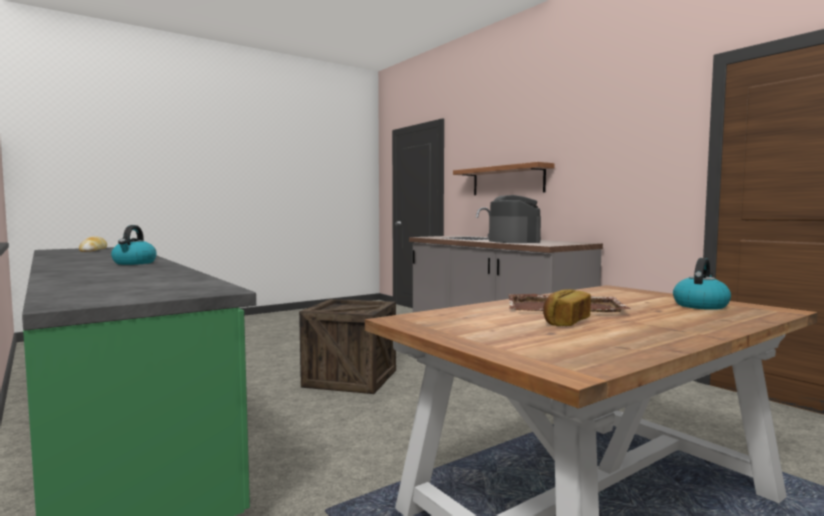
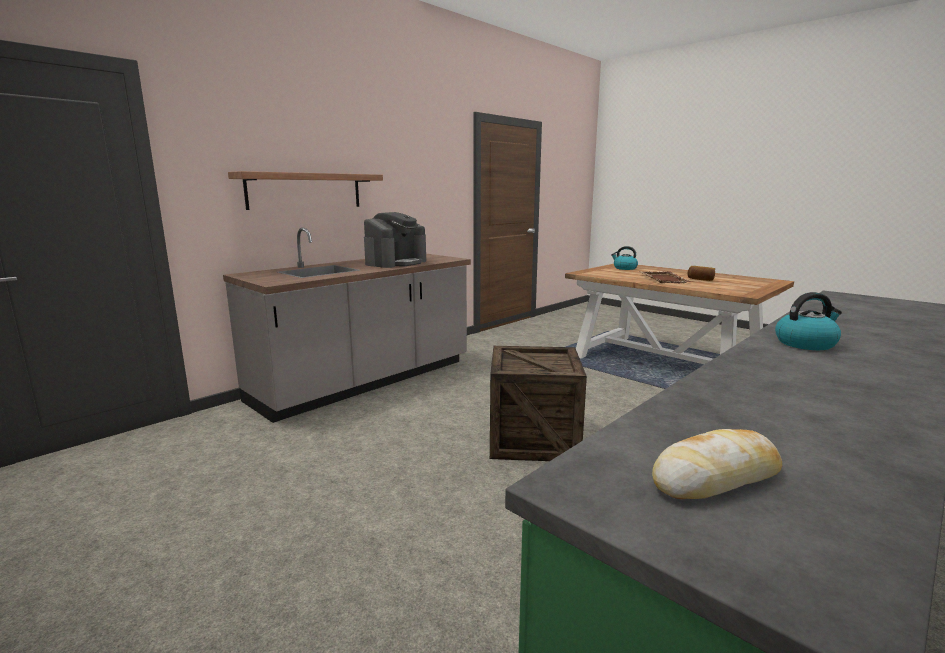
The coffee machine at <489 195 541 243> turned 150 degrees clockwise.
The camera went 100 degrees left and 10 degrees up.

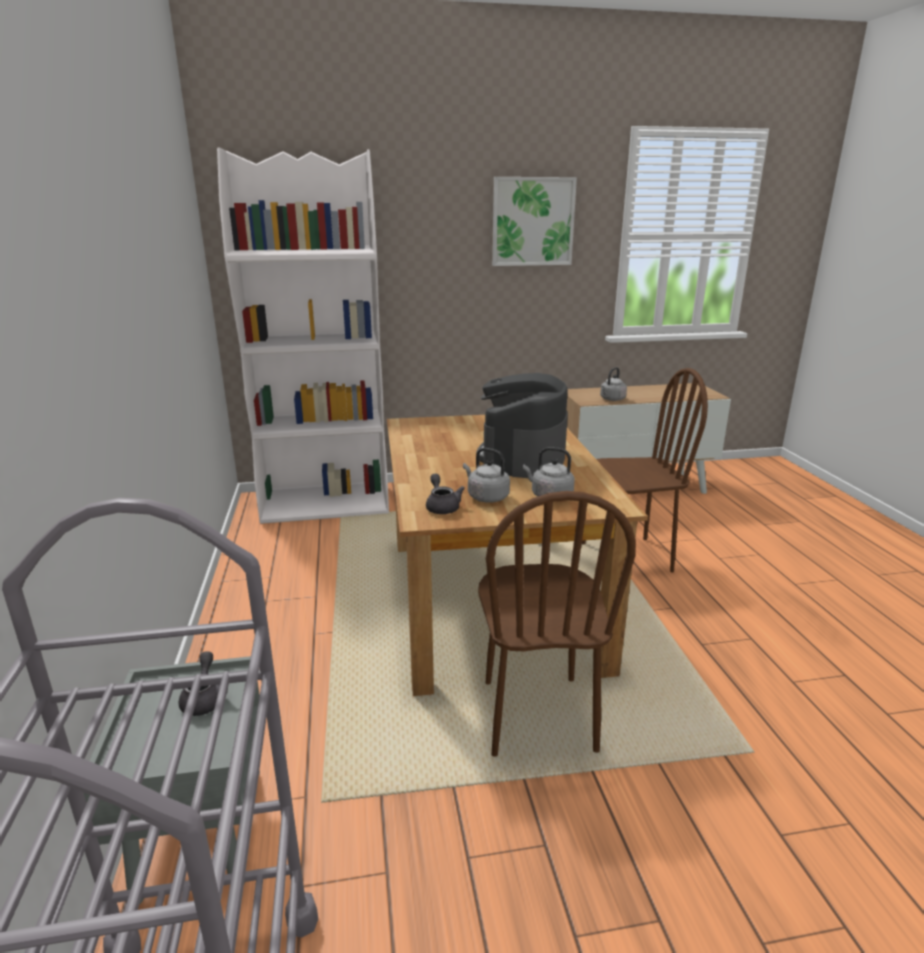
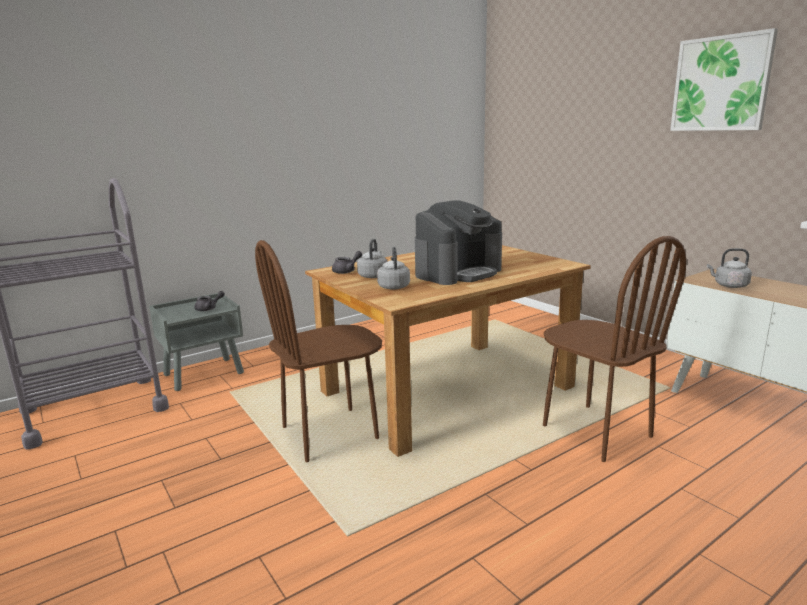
The white bookcase at <217 147 389 524> disappeared.
The coffee machine at <476 373 568 478> turned 150 degrees clockwise.
The camera went 65 degrees right and 5 degrees down.

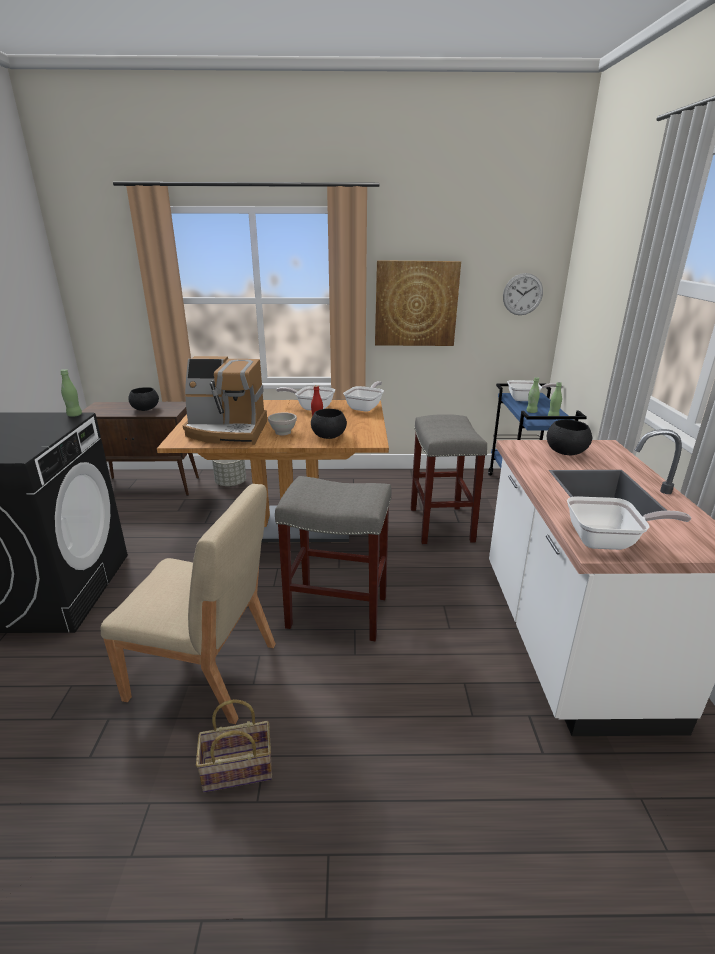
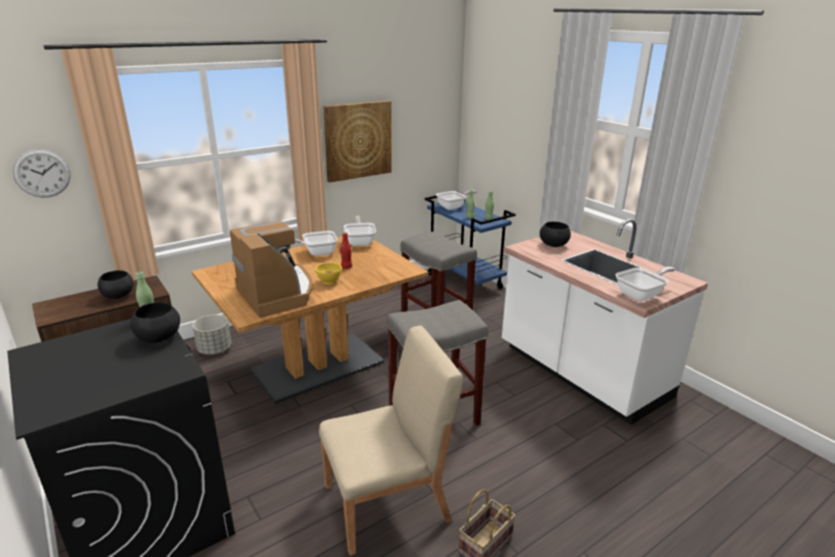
The wall clock moved from <503 273 543 315> to <13 149 71 197>.
The coffee machine at <183 356 267 445> turned 90 degrees counterclockwise.
The black bowl moved from <311 408 347 439> to <130 302 180 343>.
The white bowl at <268 412 297 435> became the yellow bowl at <315 262 342 285>.
The camera went 35 degrees left and 0 degrees up.

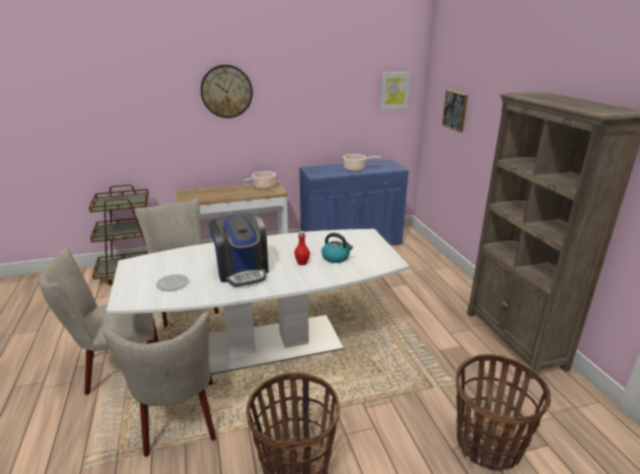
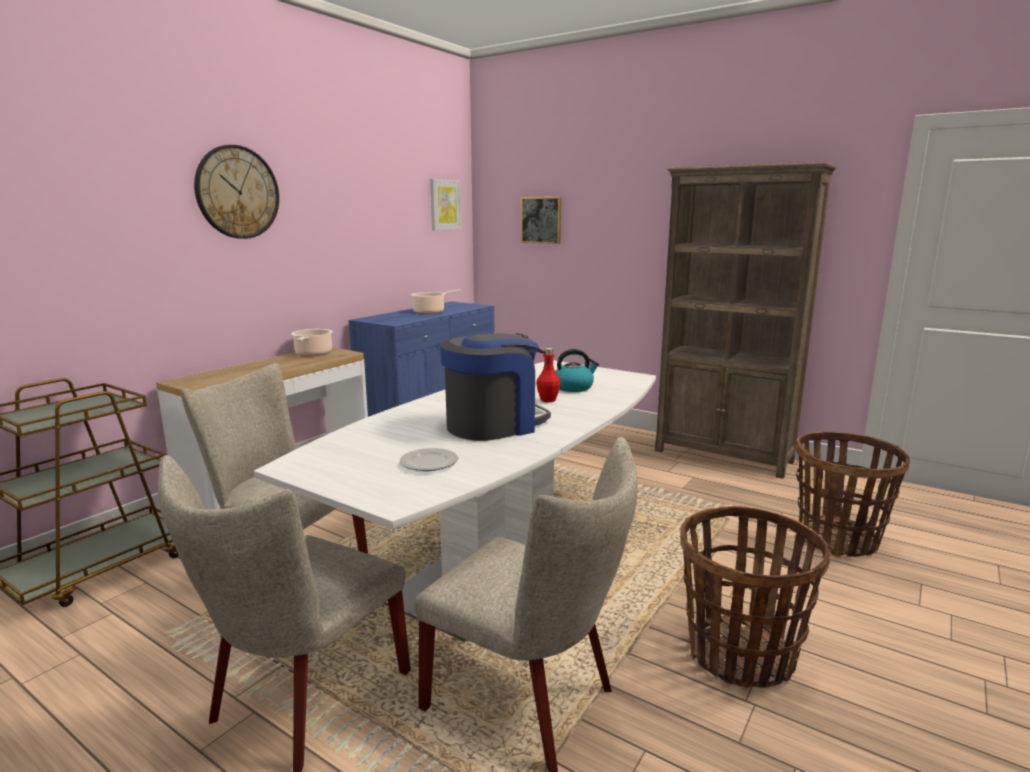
The coffee machine at <209 213 269 287> turned 60 degrees counterclockwise.
The camera went 40 degrees left and 10 degrees down.

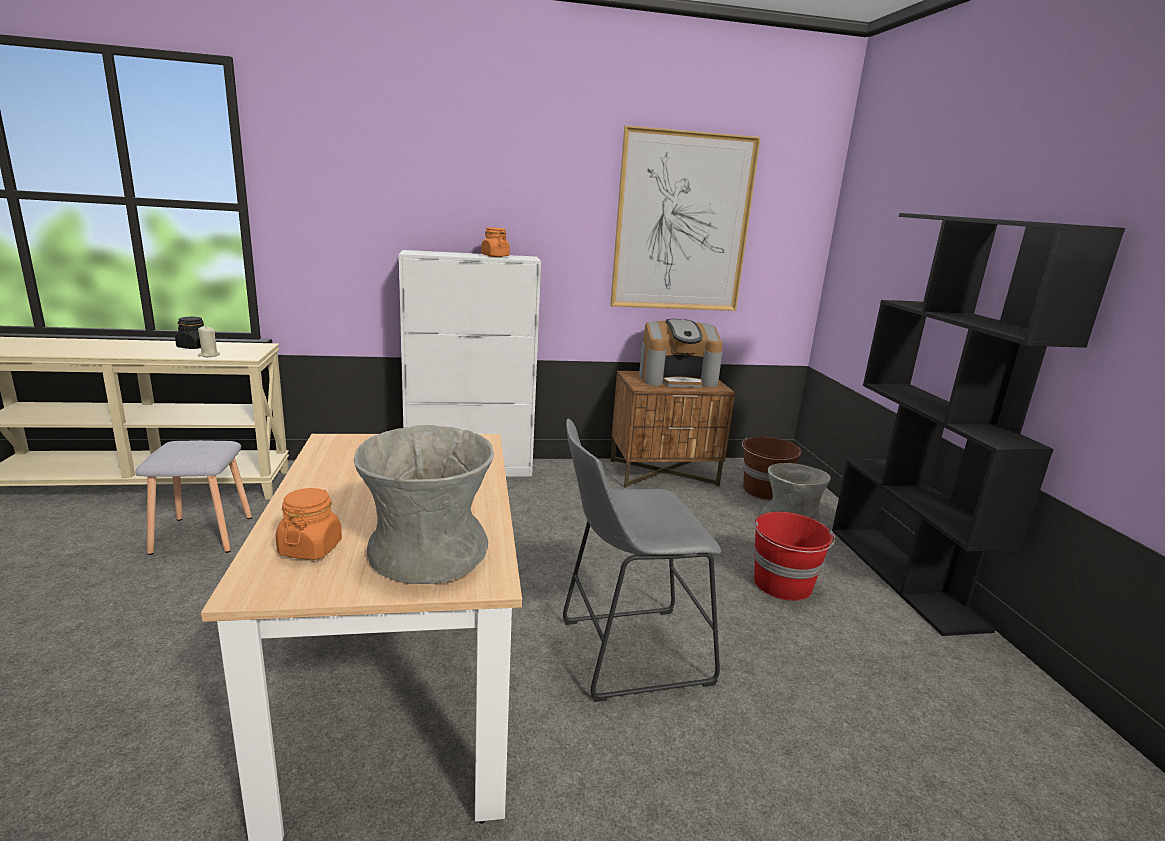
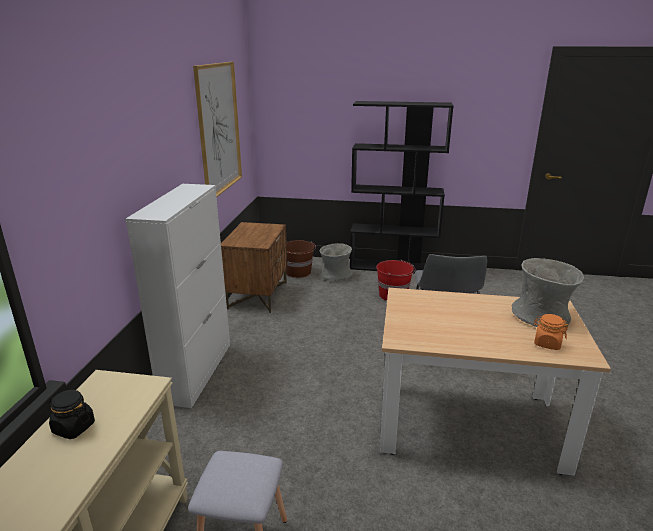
The orange jar at <481 227 510 257> disappeared.
The coffee machine at <639 319 723 388> disappeared.
The beige candle at <198 326 220 357> disappeared.
The camera went 70 degrees left and 5 degrees up.

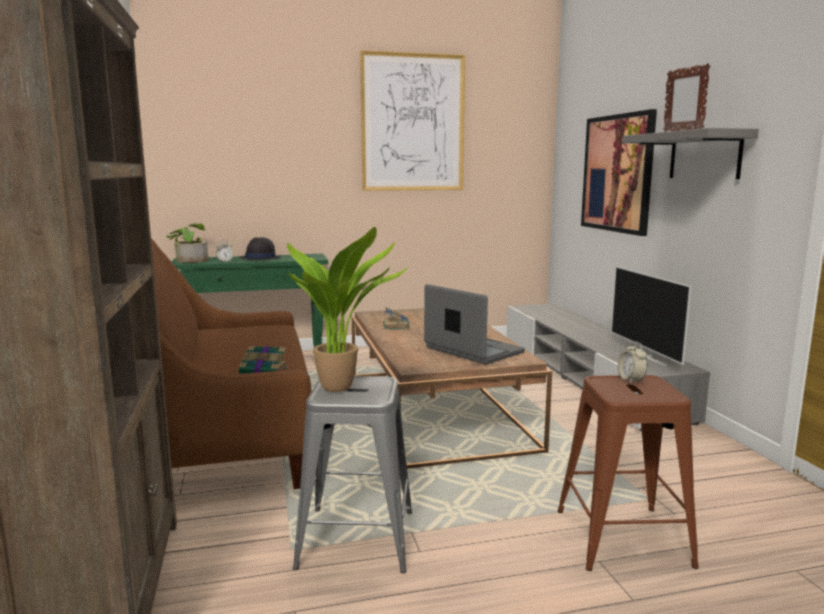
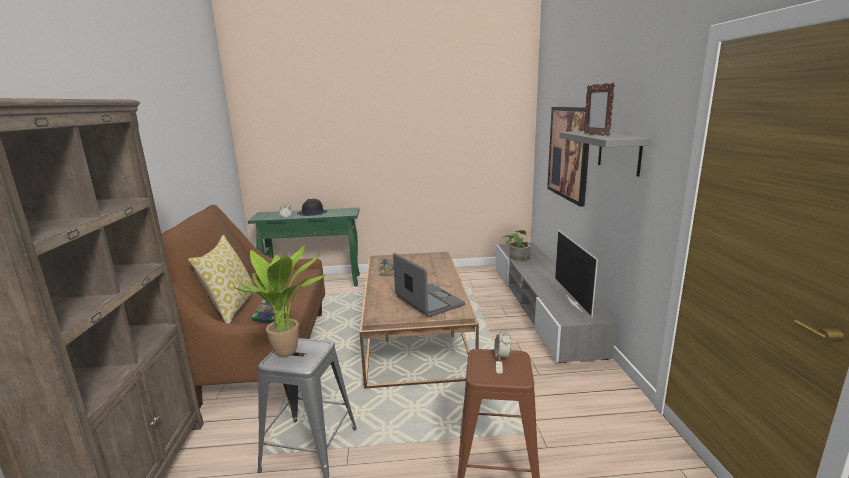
The picture at <360 50 465 191> disappeared.
The potted plant moved from <166 224 208 263> to <503 230 531 261>.
The pillow at <188 235 256 324> appeared.
The camera went 10 degrees right and 5 degrees up.

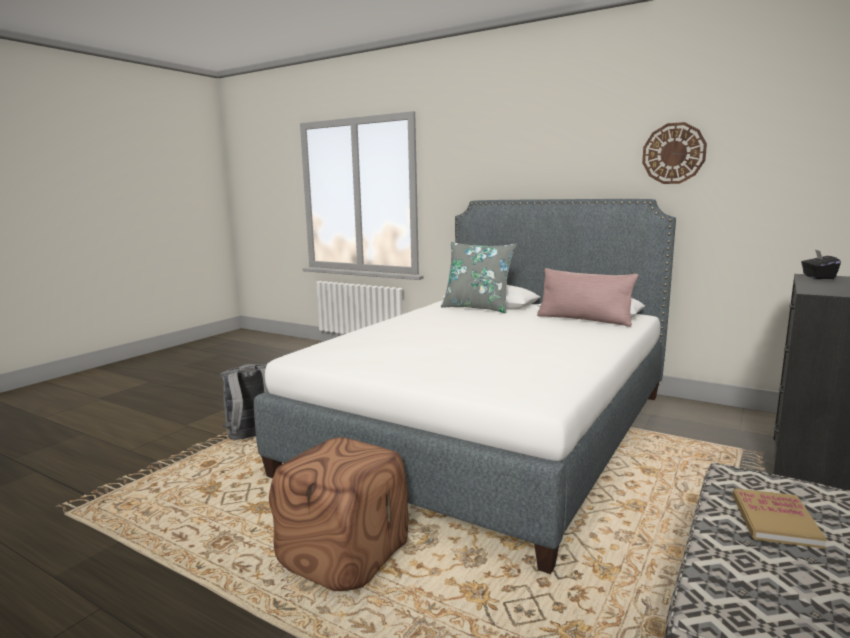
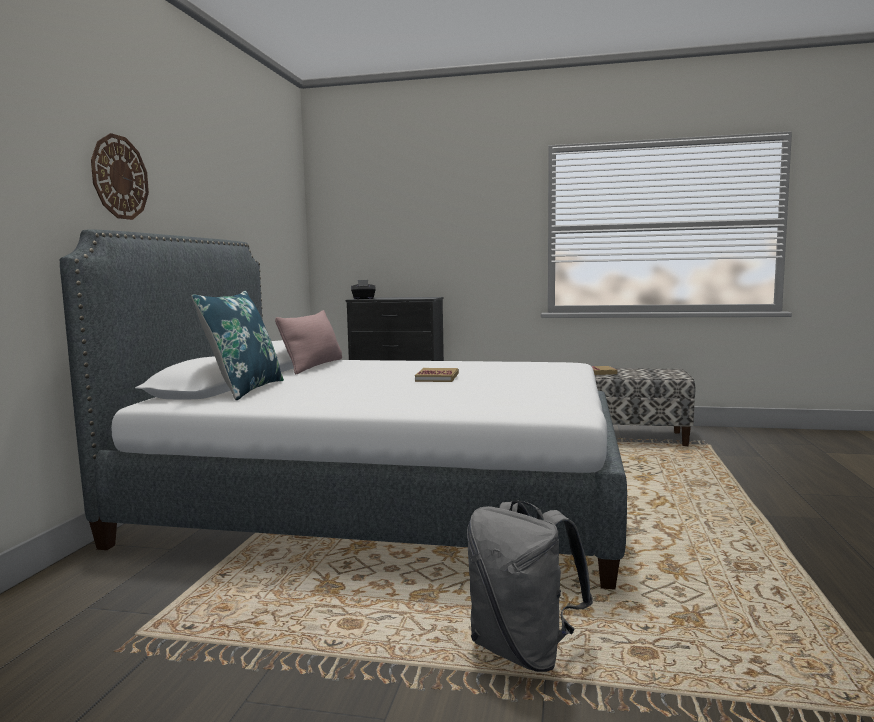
The wall clock moved from <642 122 707 184> to <91 133 149 220>.
The grey pillow at <441 242 517 313> became the blue pillow at <191 291 284 401>.
The brown ottoman at <269 437 408 591> disappeared.
The book at <415 368 459 382> appeared.
The camera went 110 degrees left and 5 degrees down.

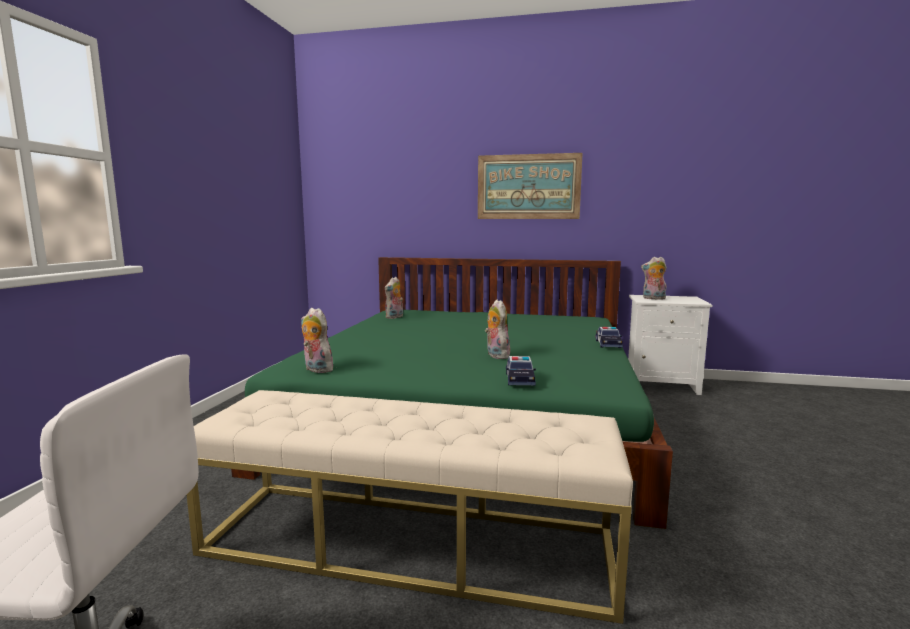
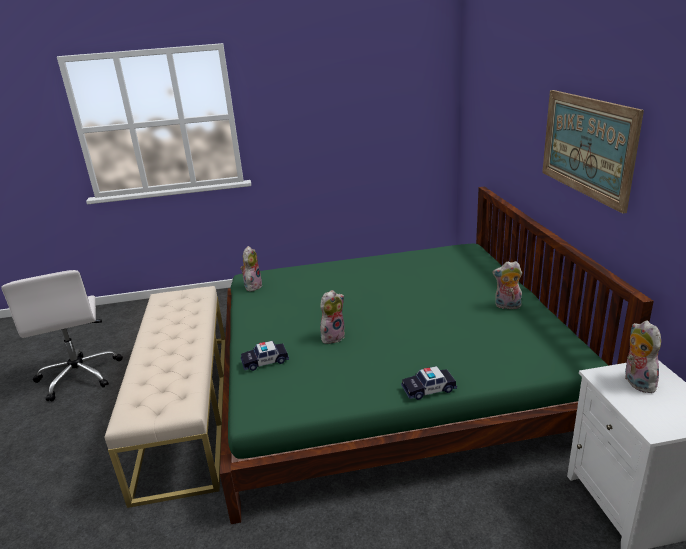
The plush toy moved from <385 277 403 319> to <492 261 522 309>.
The camera went 70 degrees right and 15 degrees up.

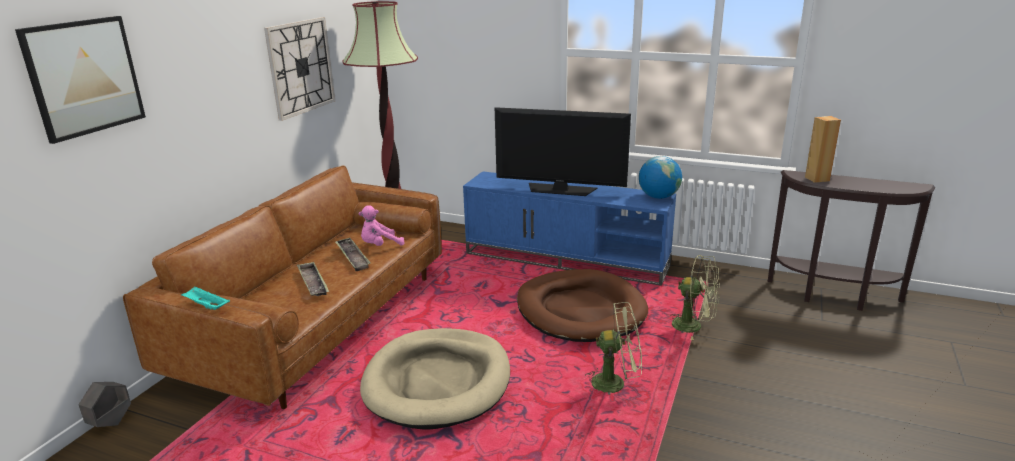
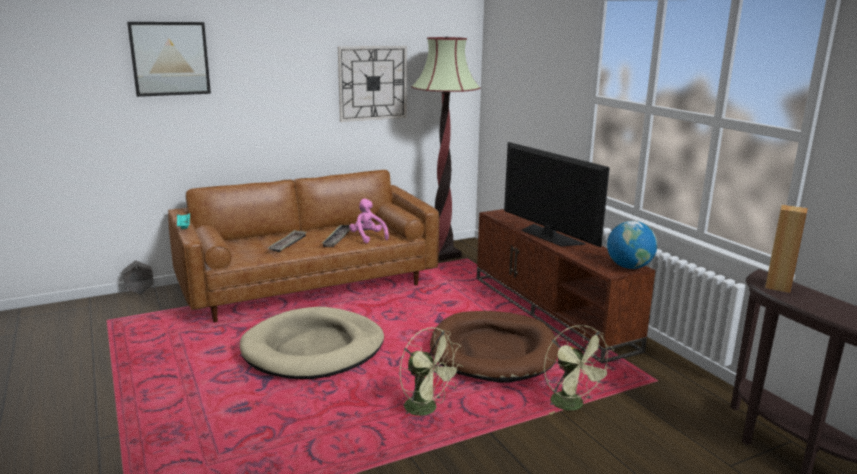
The blue tv stand at <463 171 676 286> became the brown tv stand at <477 209 655 364>.
The pink plush toy at <358 205 405 246> turned 45 degrees clockwise.
The camera went 40 degrees right and 5 degrees down.

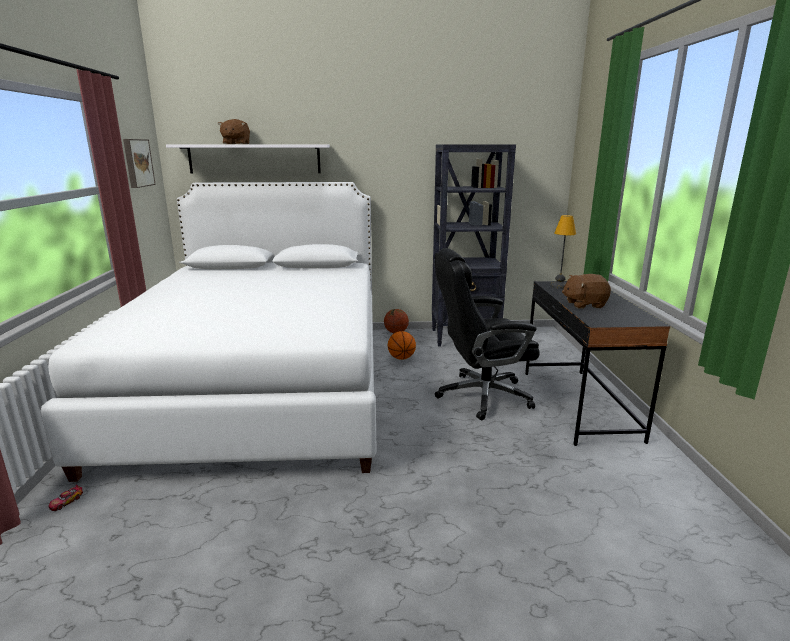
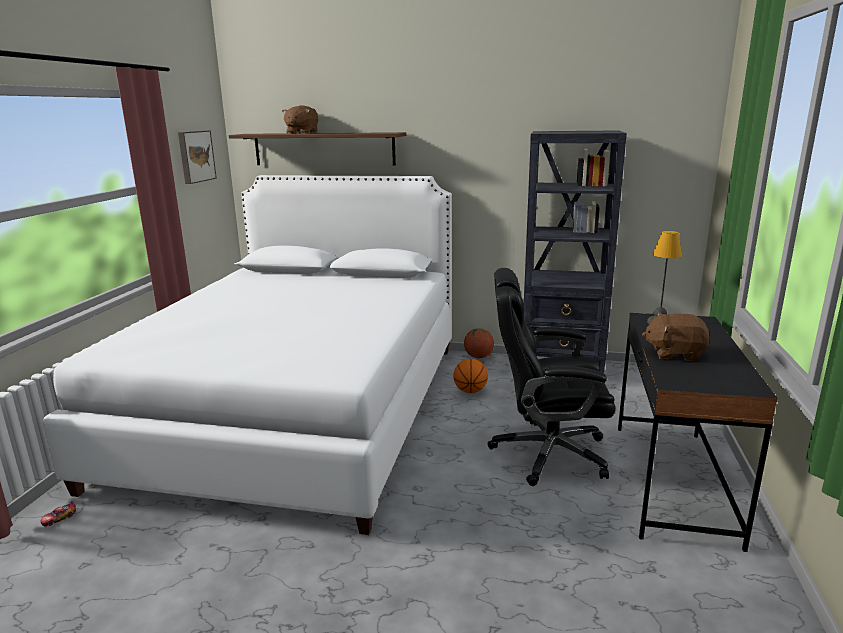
The white shelf at <166 144 330 174> became the brown shelf at <229 132 406 166>.
The camera went 15 degrees right and 0 degrees up.

